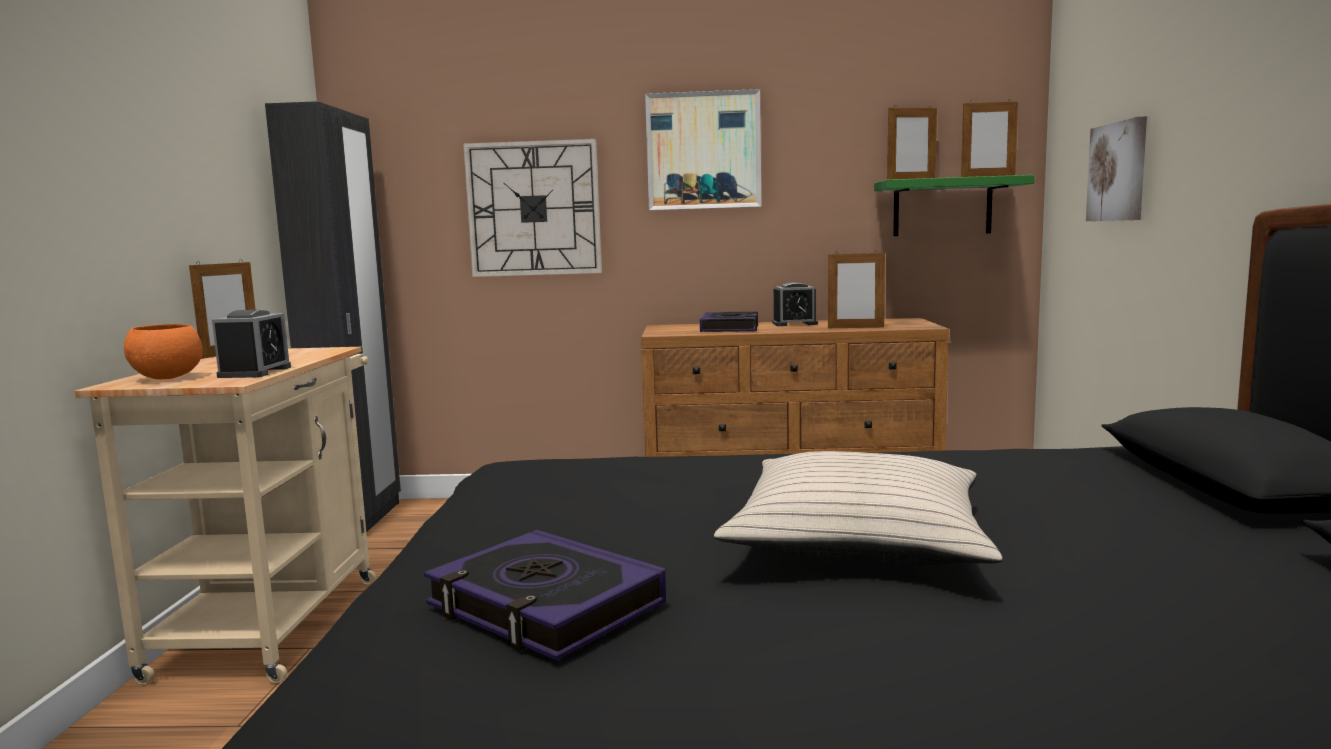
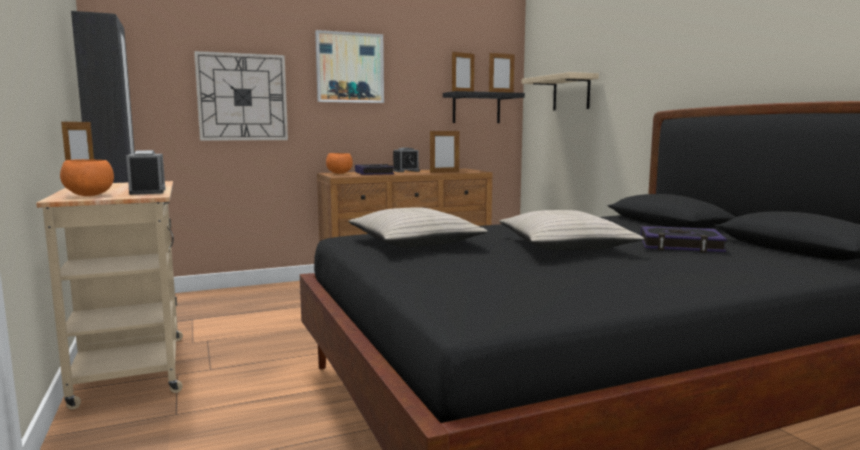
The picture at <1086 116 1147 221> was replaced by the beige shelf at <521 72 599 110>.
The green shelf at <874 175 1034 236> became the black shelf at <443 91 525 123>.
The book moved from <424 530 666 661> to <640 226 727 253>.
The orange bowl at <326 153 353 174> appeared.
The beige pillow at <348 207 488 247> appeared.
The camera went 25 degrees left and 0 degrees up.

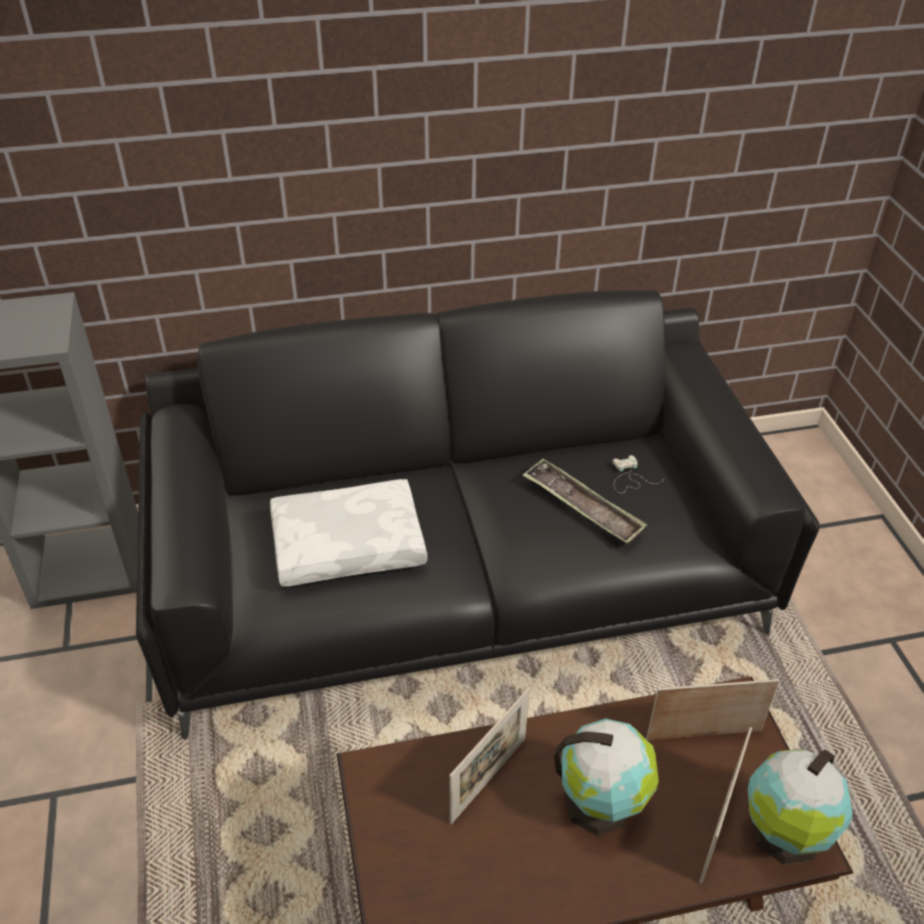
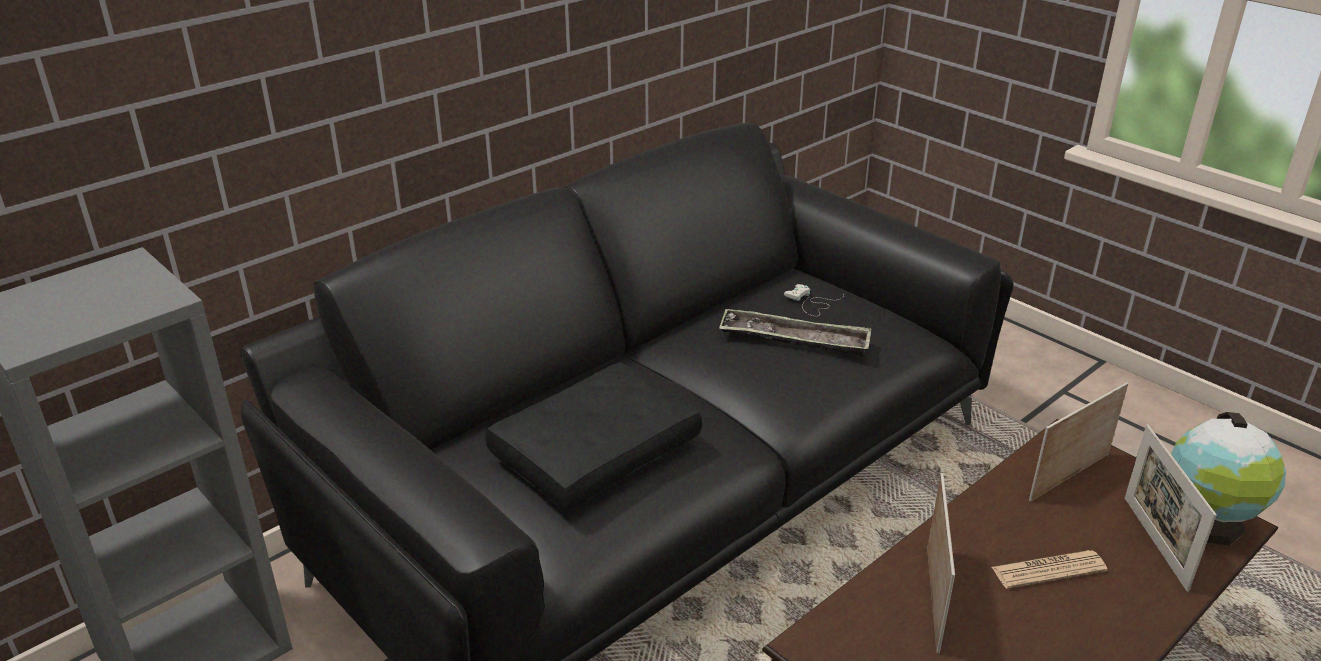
The white pillow at <270 479 427 586> became the black pillow at <486 362 702 512>.
The globe at <554 719 659 836> was replaced by the newspaper at <992 550 1108 589>.
The camera went 30 degrees left and 10 degrees down.

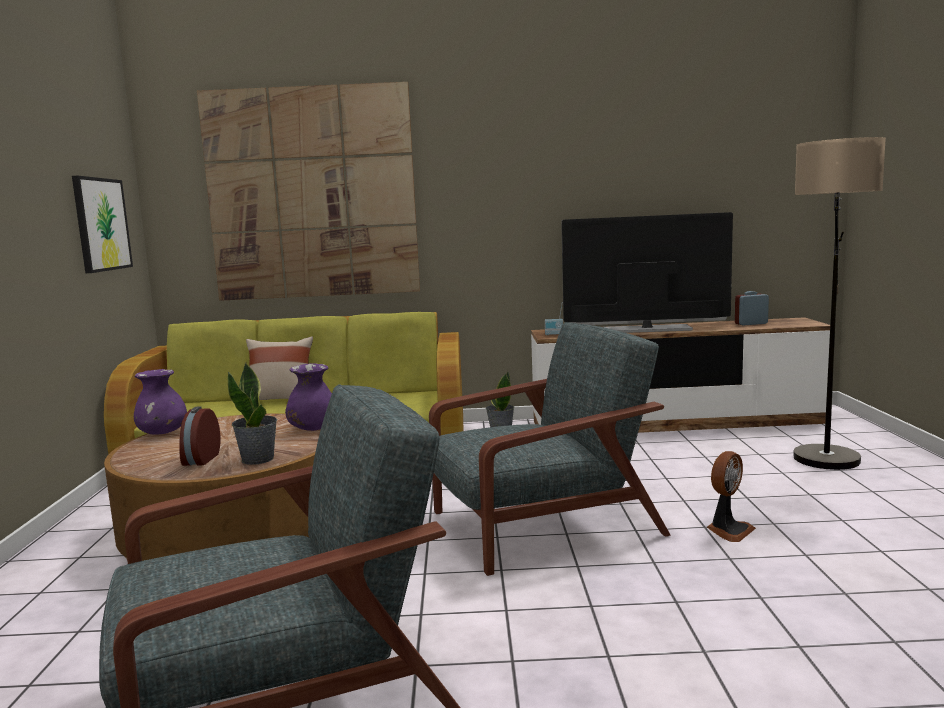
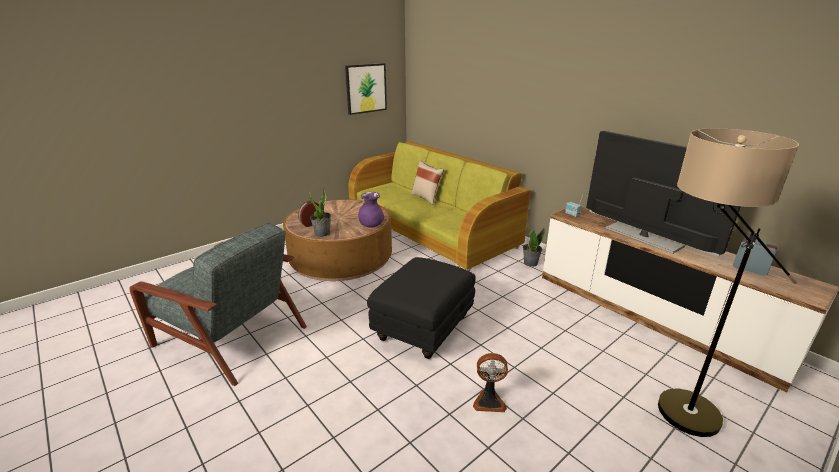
The picture at <197 82 420 301> disappeared.
The grey armchair at <429 322 671 576> was replaced by the black ottoman at <367 257 476 359>.
The purple vase at <134 369 187 434> disappeared.
The camera went 50 degrees right and 15 degrees up.

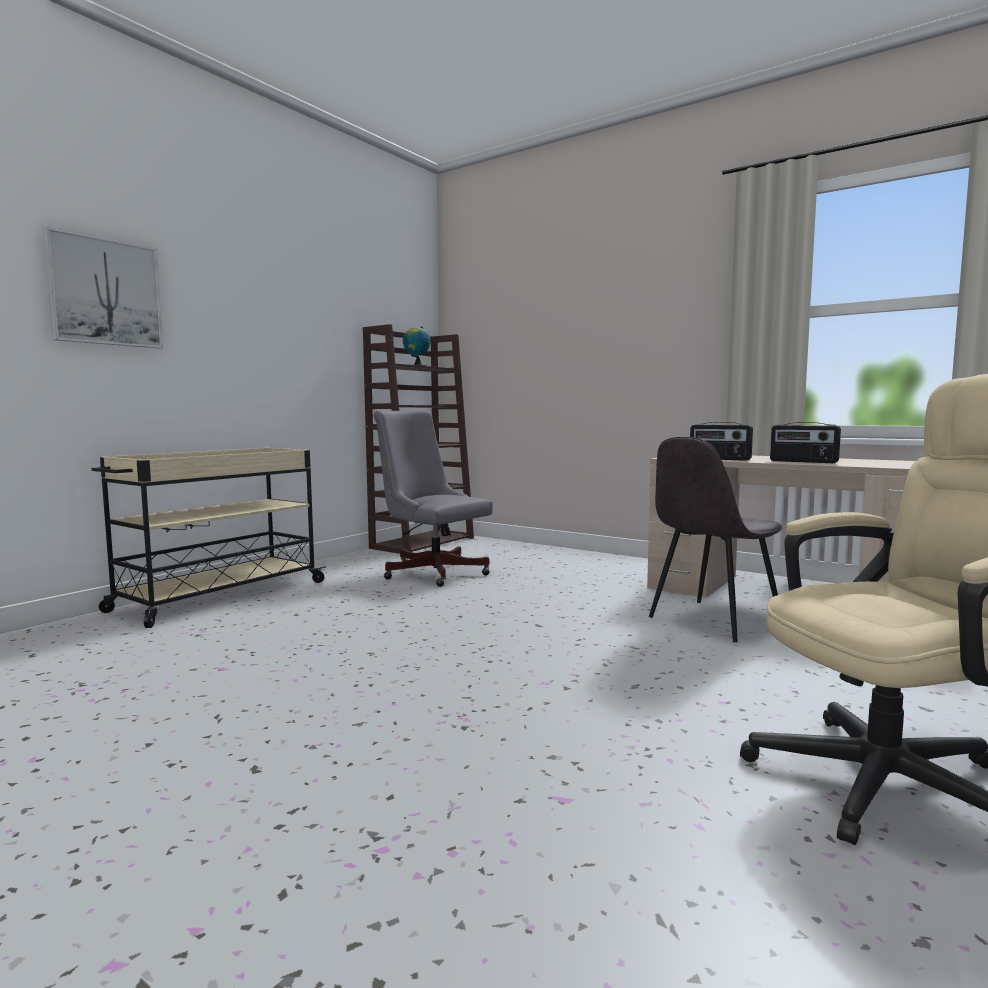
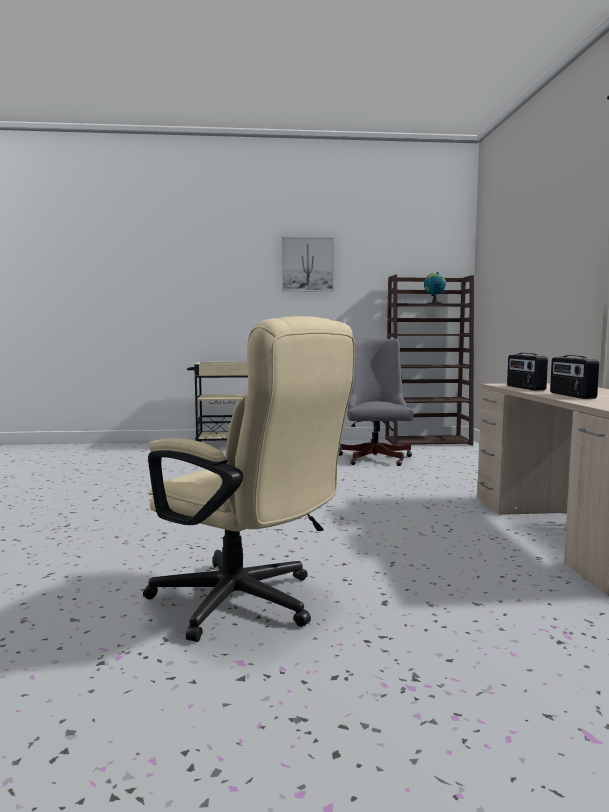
The picture moved from <43 227 163 349> to <281 236 335 292>.
The grey chair at <649 437 782 642> disappeared.
The camera went 50 degrees right and 0 degrees up.

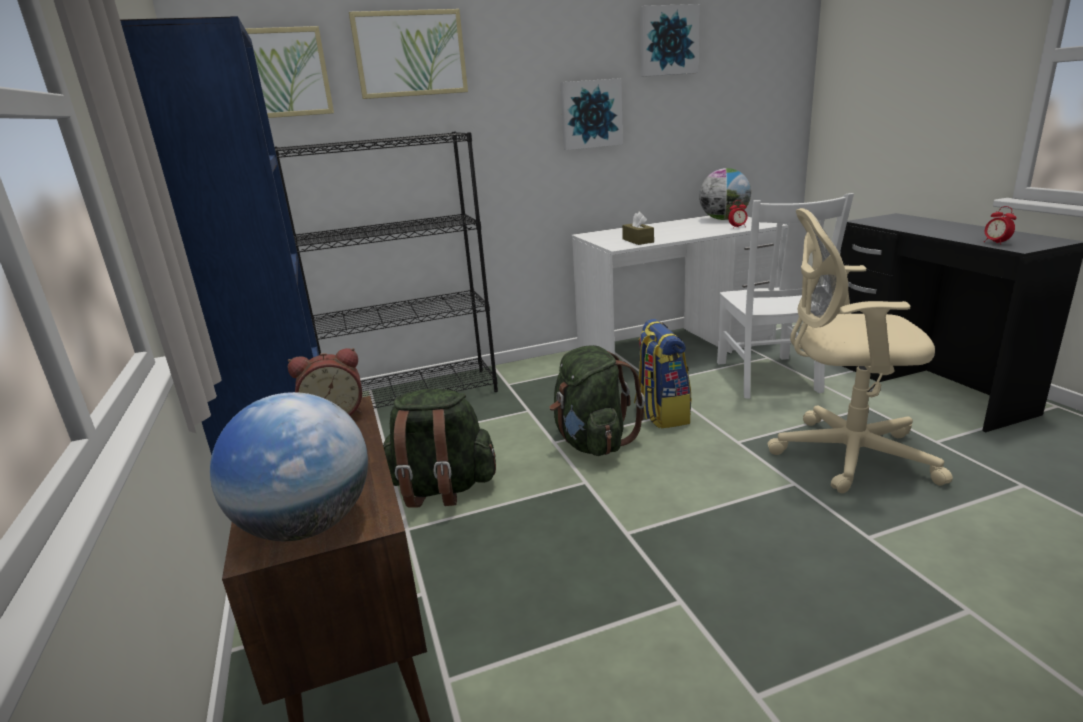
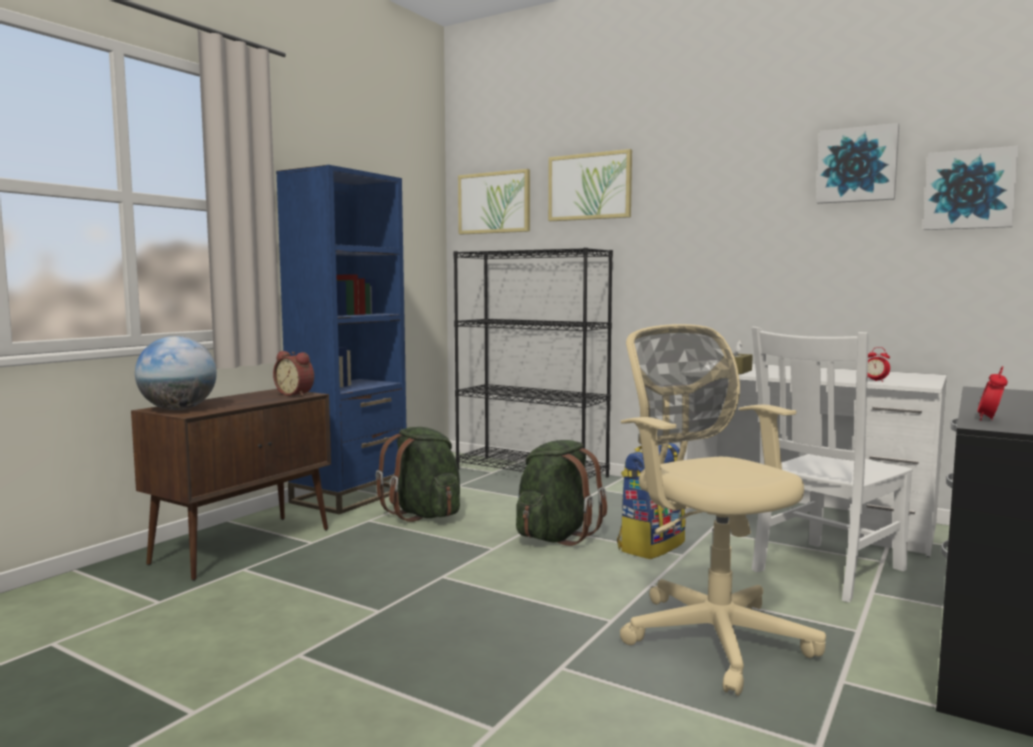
The picture moved from <560 78 623 150> to <923 146 1019 230>.
The globe at <699 168 751 220> disappeared.
The camera went 50 degrees right and 15 degrees down.

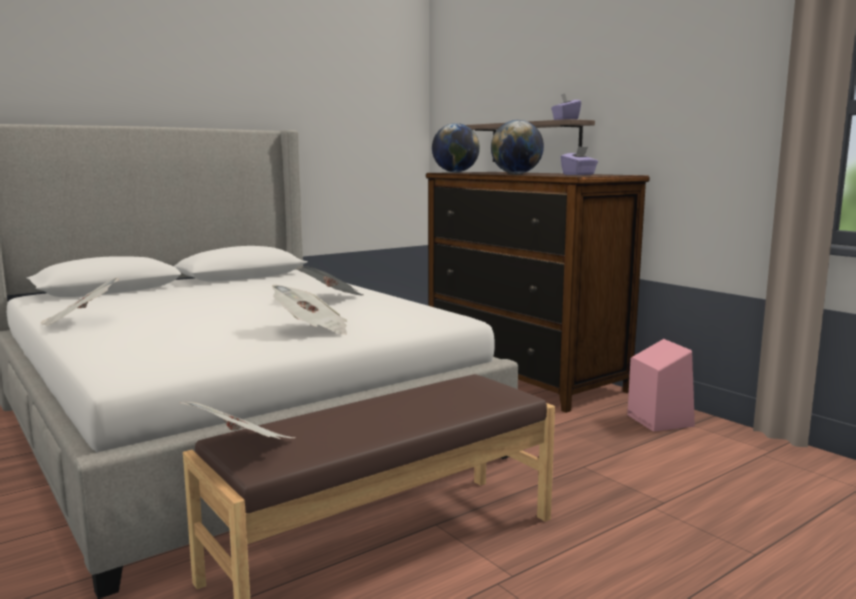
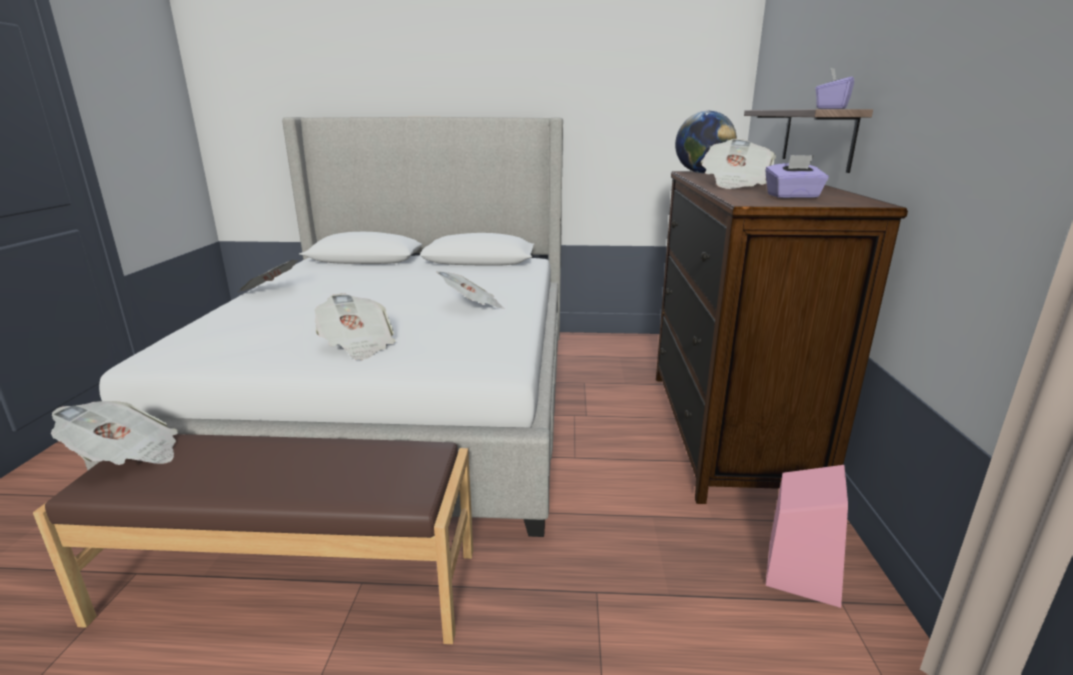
The globe at <491 120 544 174> was replaced by the newspaper at <701 139 777 189>.
The camera went 40 degrees right and 10 degrees up.

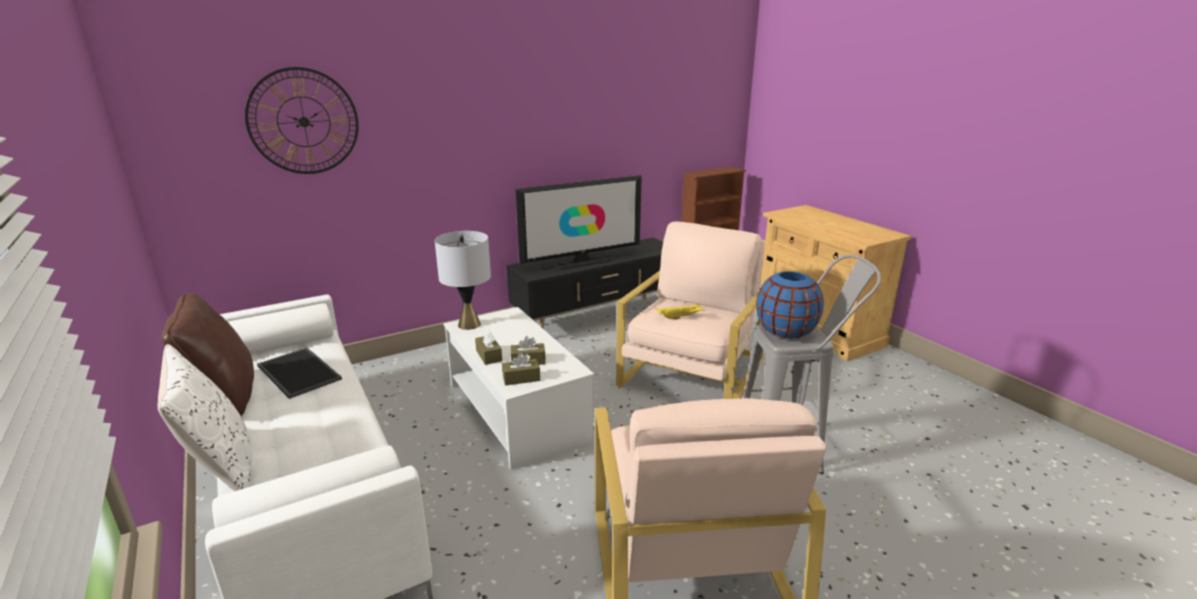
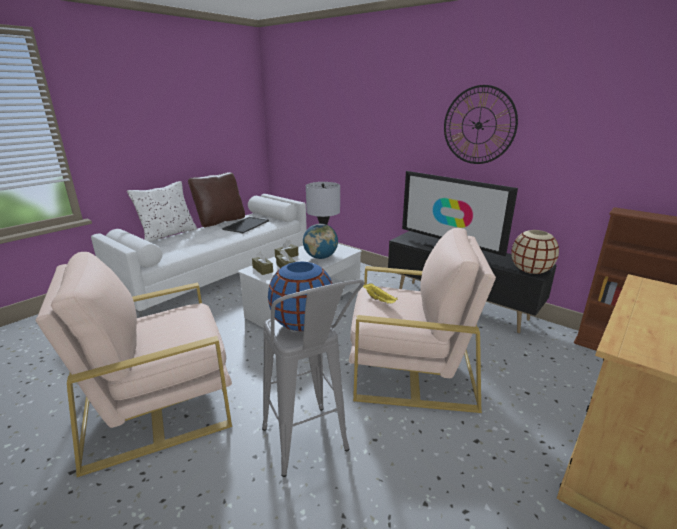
The wall clock moved from <245 67 359 174> to <444 85 518 164>.
The globe at <303 224 338 259> appeared.
The beige vase at <511 230 559 274> appeared.
The camera went 70 degrees right and 0 degrees up.

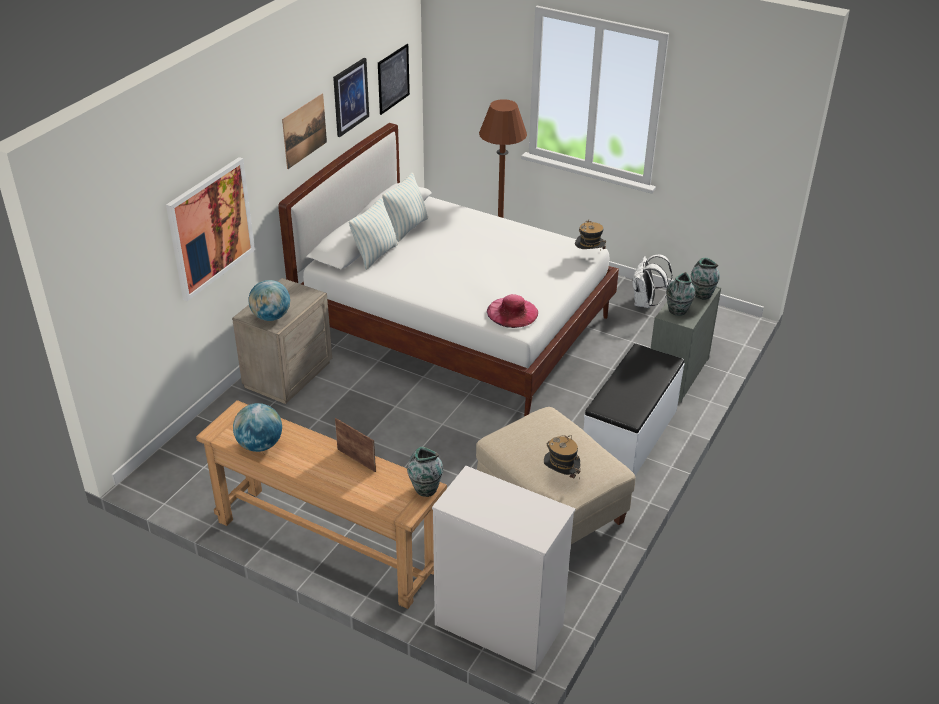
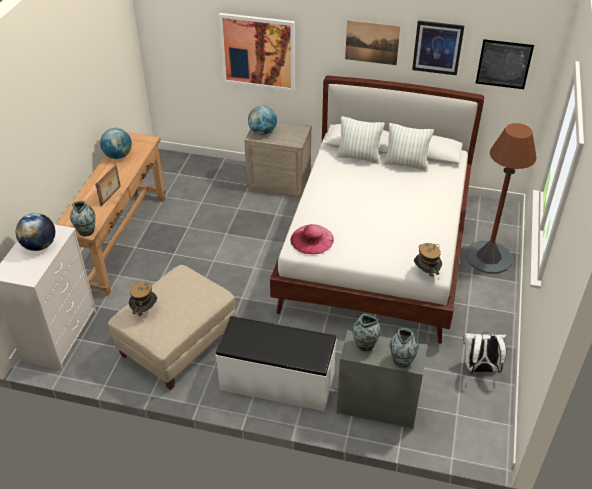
The globe at <16 213 55 251> appeared.
The camera went 75 degrees right and 5 degrees up.

